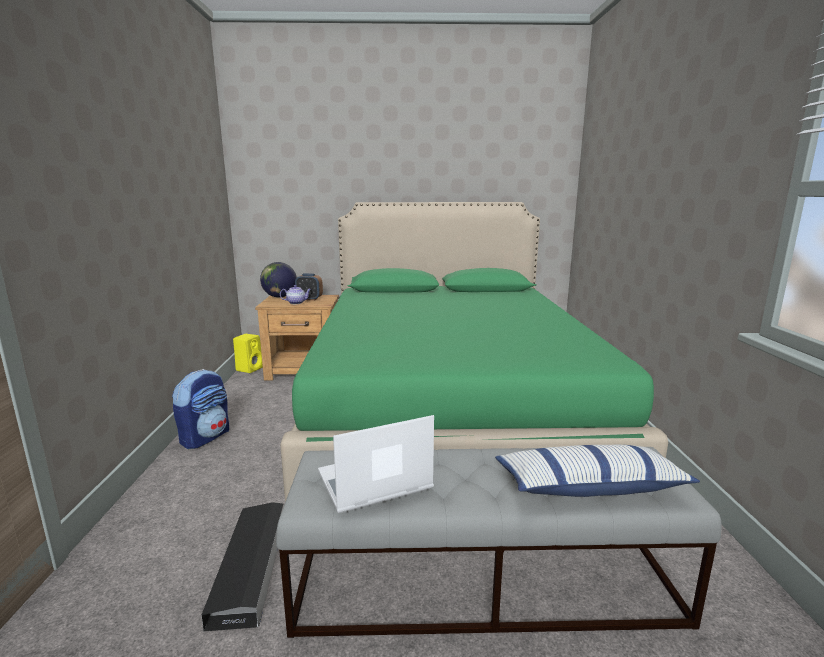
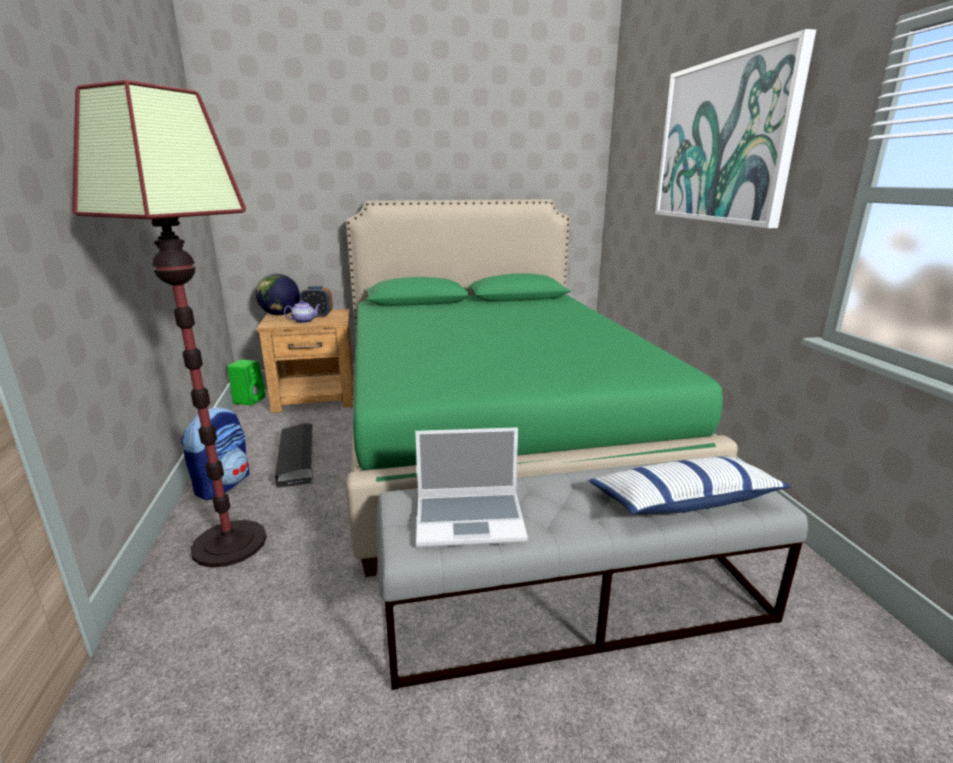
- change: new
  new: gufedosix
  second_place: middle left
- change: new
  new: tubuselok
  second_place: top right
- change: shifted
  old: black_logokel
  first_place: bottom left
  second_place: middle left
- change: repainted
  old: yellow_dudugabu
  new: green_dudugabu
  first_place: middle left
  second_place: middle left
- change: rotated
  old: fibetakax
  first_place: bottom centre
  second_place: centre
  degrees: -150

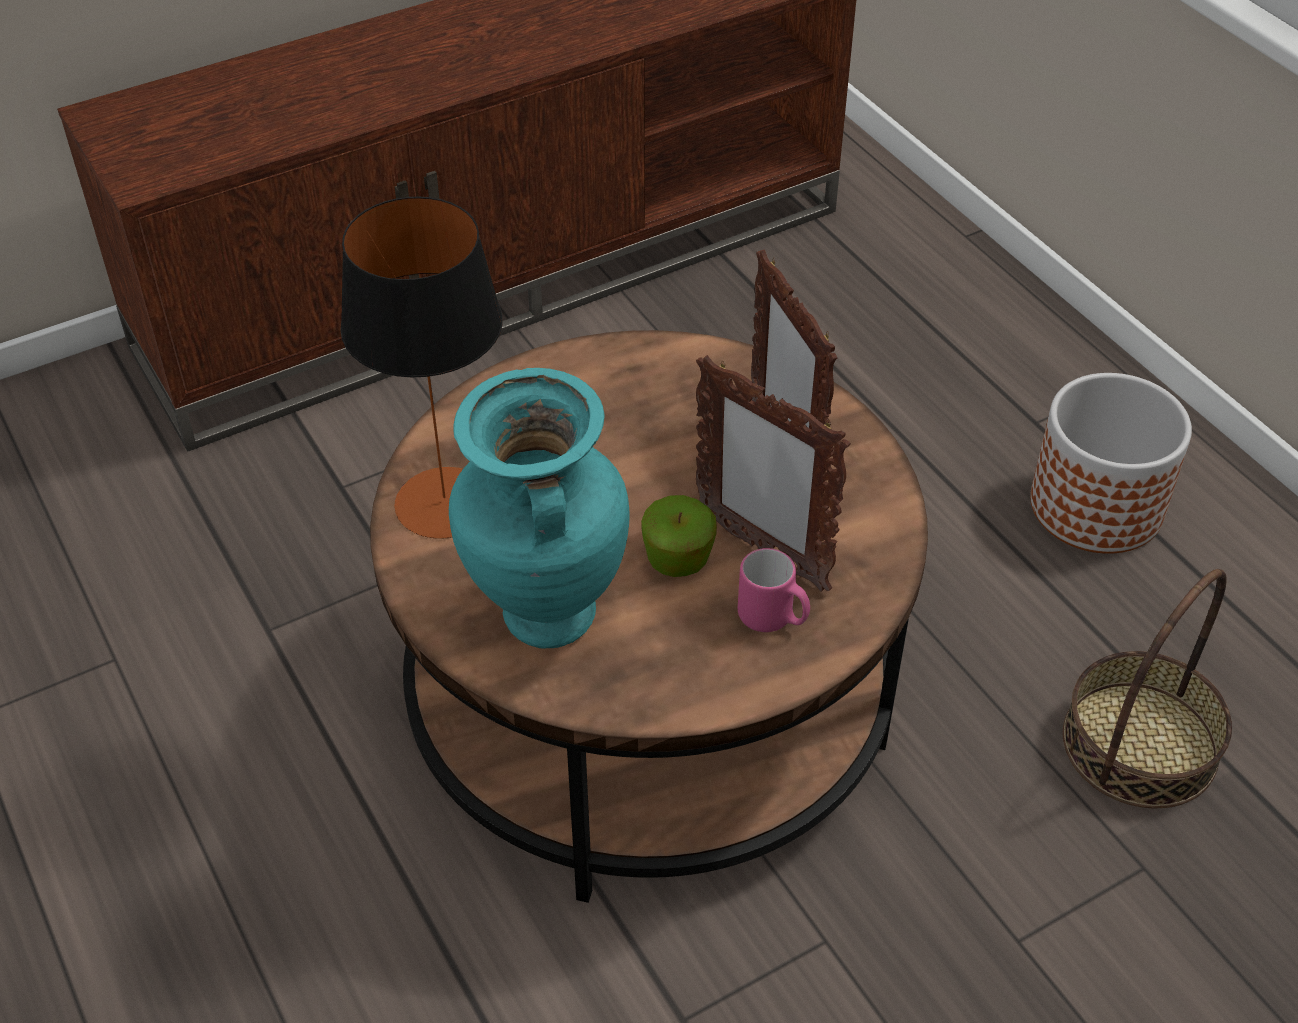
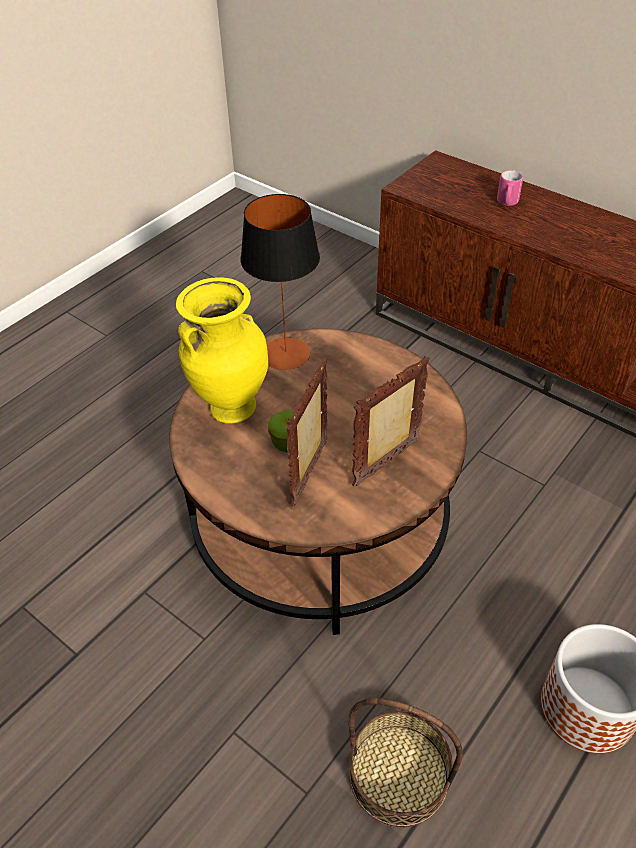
- change: shifted
  old: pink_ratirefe
  first_place: centre
  second_place: top right
- change: repainted
  old: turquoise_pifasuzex
  new: yellow_pifasuzex
  first_place: centre
  second_place: centre

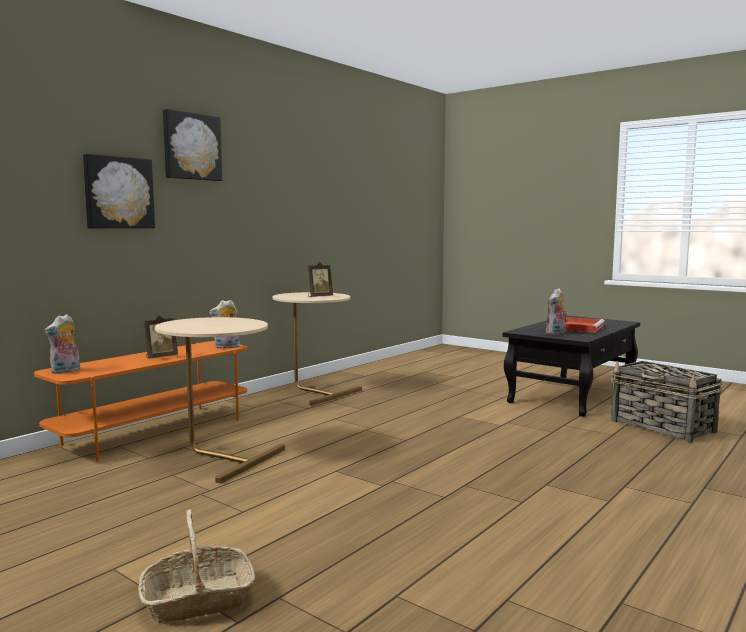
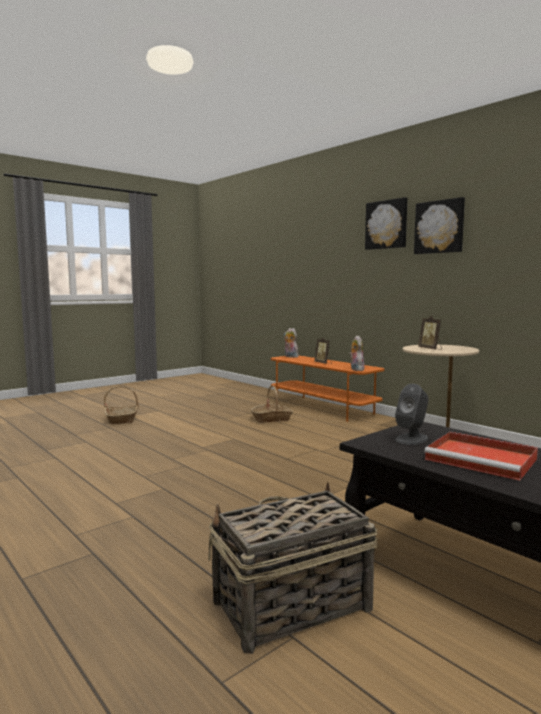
- change: shifted
  old: tubuselok (no. 1 from left in the first image)
  new: tubuselok (no. 2 from left)
  first_place: top left
  second_place: top right
- change: swapped
  old: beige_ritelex (no. 1 from left)
  new: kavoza (no. 2 from left)
  first_place: middle left
  second_place: centre
- change: swapped
  old: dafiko (no. 3 from left)
  new: grey_dudugabu
  first_place: middle right
  second_place: middle right

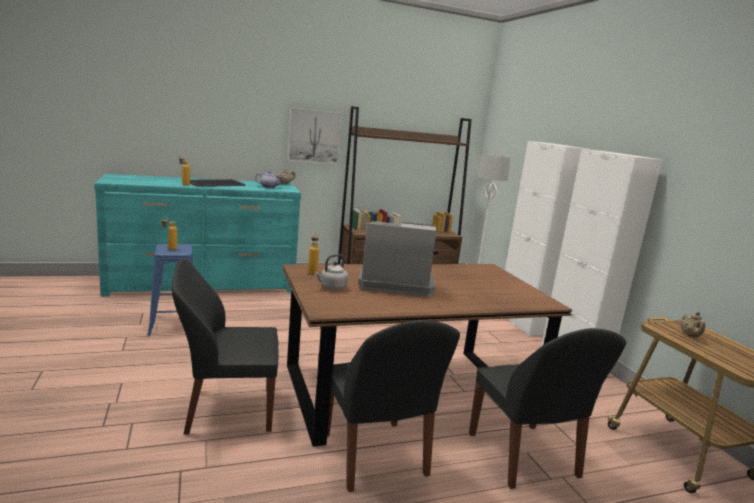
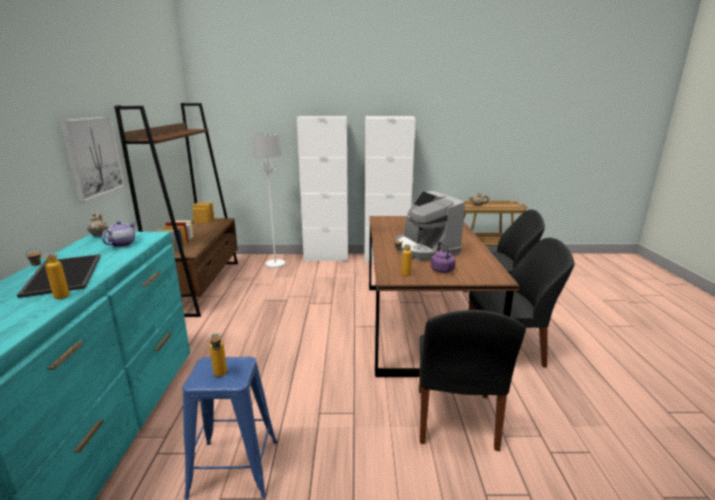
- change: repainted
  old: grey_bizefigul
  new: purple_bizefigul
  first_place: centre
  second_place: centre
- change: rotated
  old: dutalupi
  first_place: centre
  second_place: centre
  degrees: -45

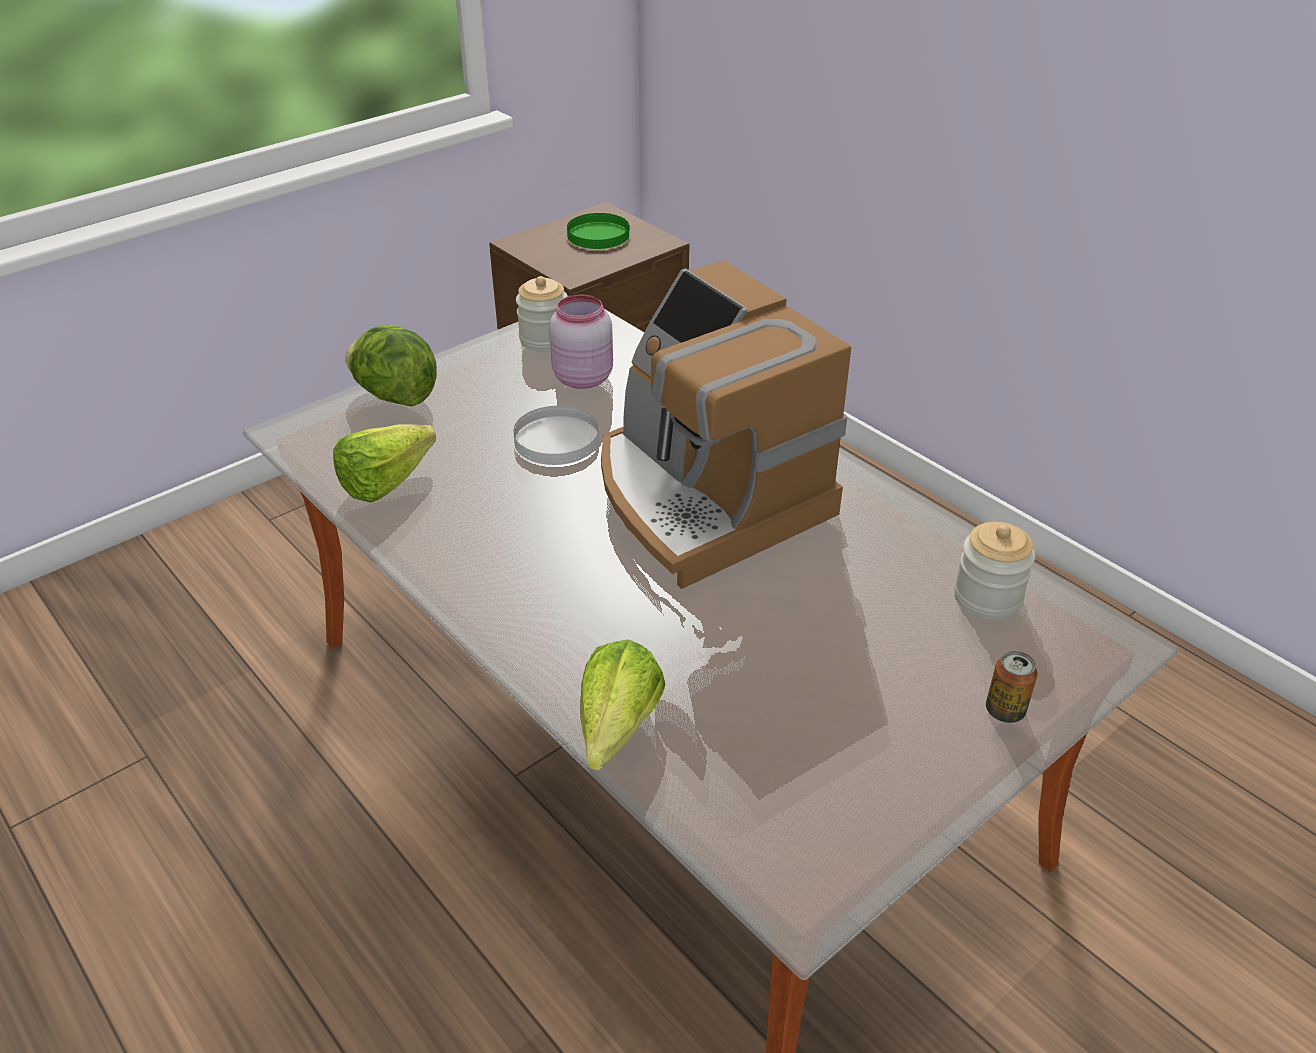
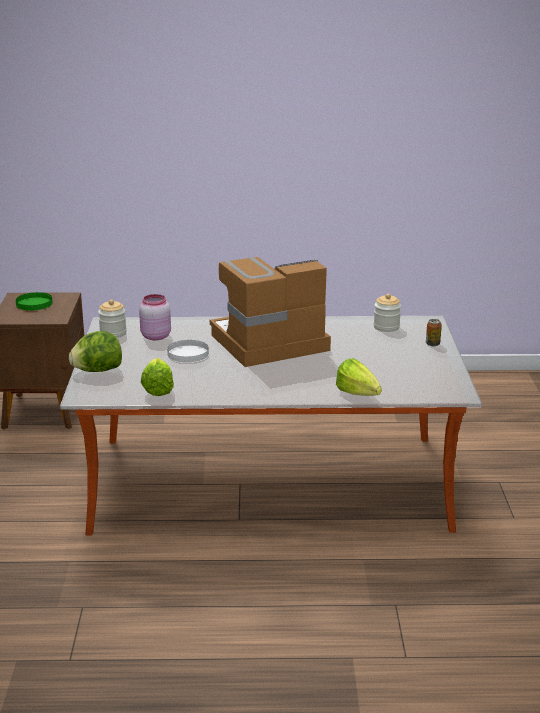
- change: rotated
  old: dutalupi
  first_place: centre
  second_place: centre
  degrees: 150

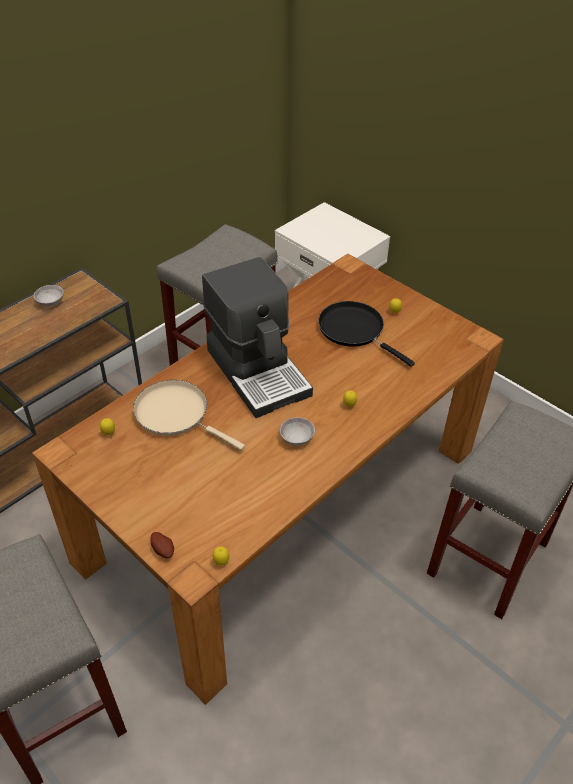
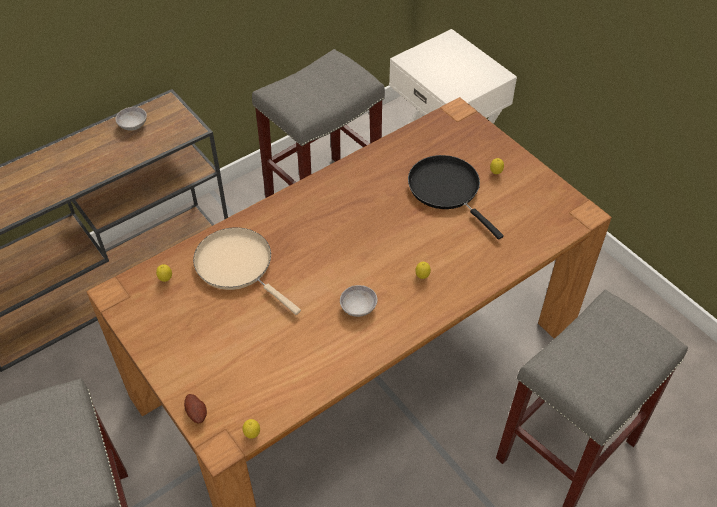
- change: gone
  old: dutalupi
  first_place: centre

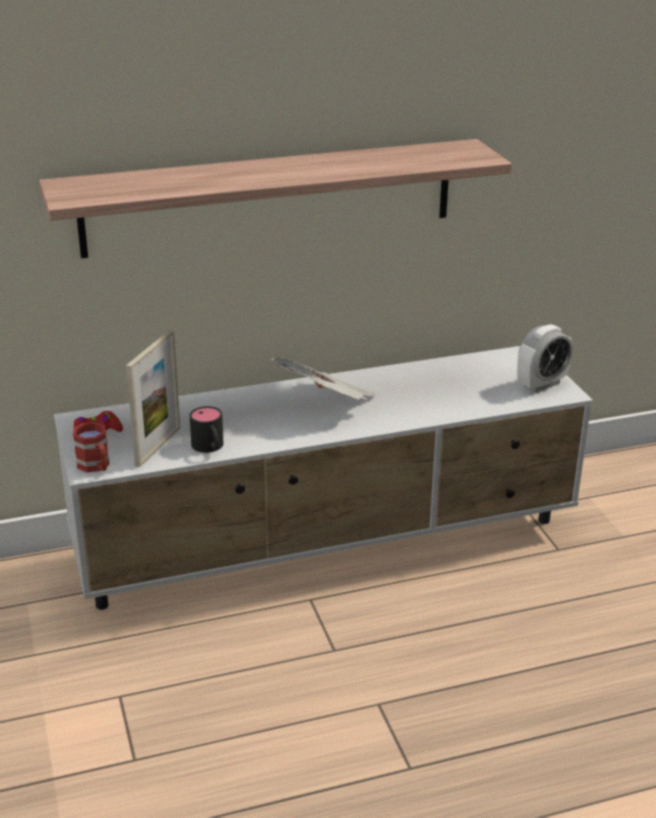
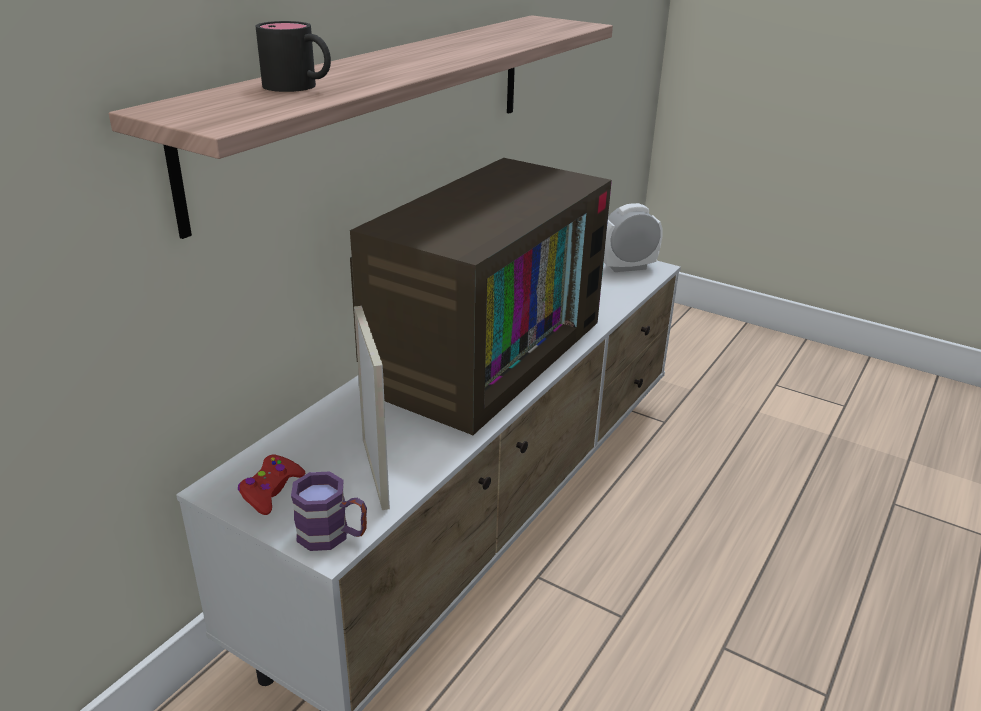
- change: shifted
  old: black_ratirefe
  first_place: middle left
  second_place: top left
- change: swapped
  old: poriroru
  new: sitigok
  first_place: centre
  second_place: centre
- change: repainted
  old: red_ratirefe
  new: purple_ratirefe
  first_place: middle left
  second_place: bottom centre
- change: rotated
  old: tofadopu
  first_place: middle right
  second_place: centre
  degrees: -120

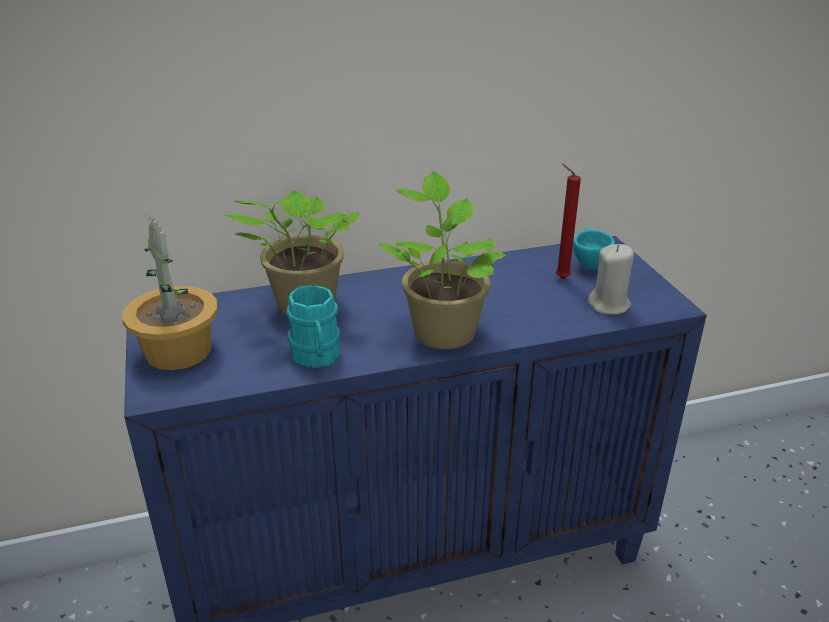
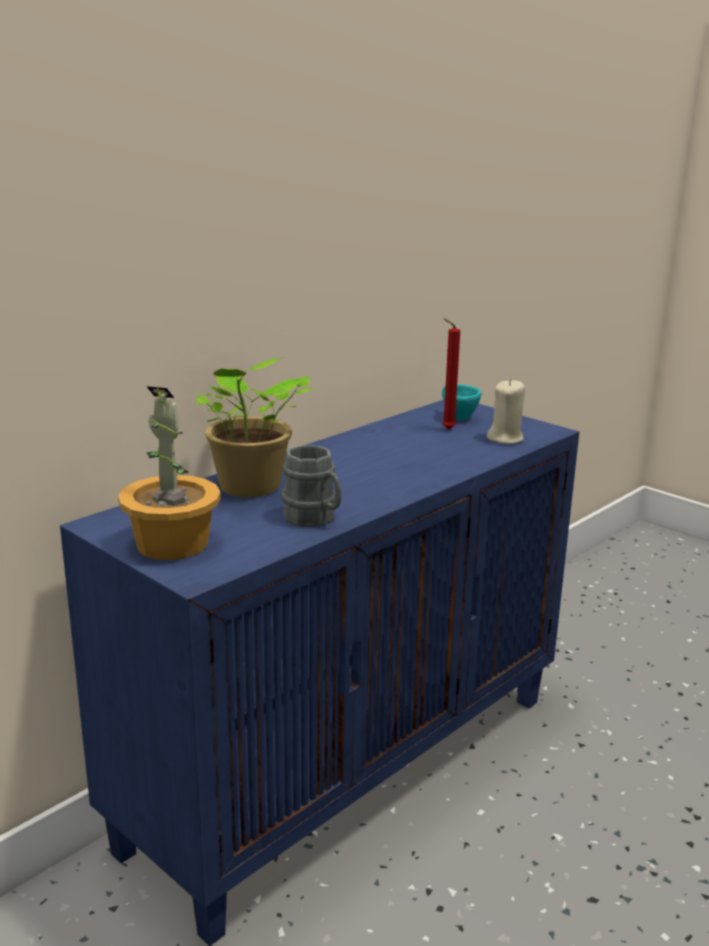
- change: gone
  old: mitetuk (no. 3 from left)
  first_place: centre
- change: repainted
  old: turquoise_ratirefe
  new: grey_ratirefe
  first_place: centre
  second_place: centre

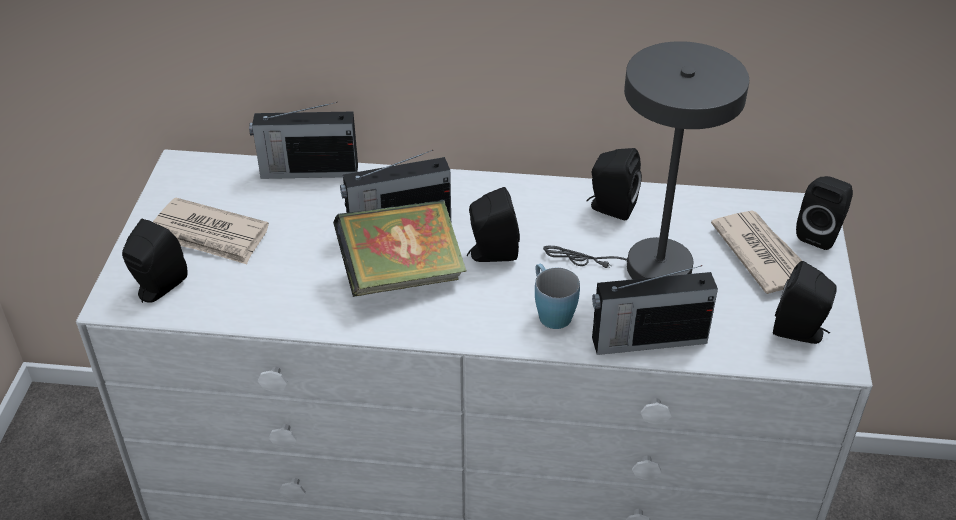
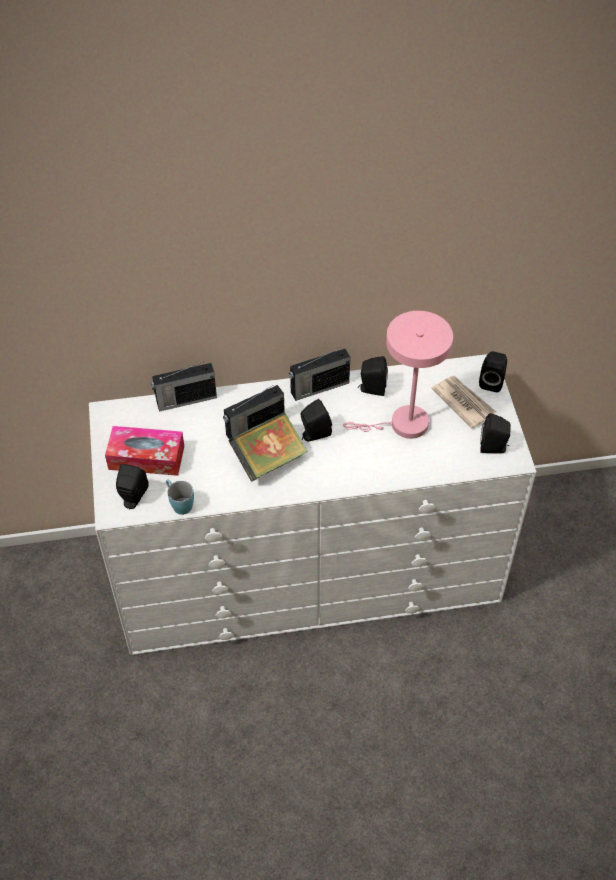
- change: shifted
  old: blue_ratirefe
  first_place: centre
  second_place: middle left
- change: shifted
  old: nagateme (no. 3 from left)
  first_place: middle right
  second_place: centre
- change: swapped
  old: poriroru (no. 1 from left)
  new: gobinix
  first_place: middle left
  second_place: middle left
- change: repainted
  old: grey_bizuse
  new: pink_bizuse
  first_place: top right
  second_place: centre

